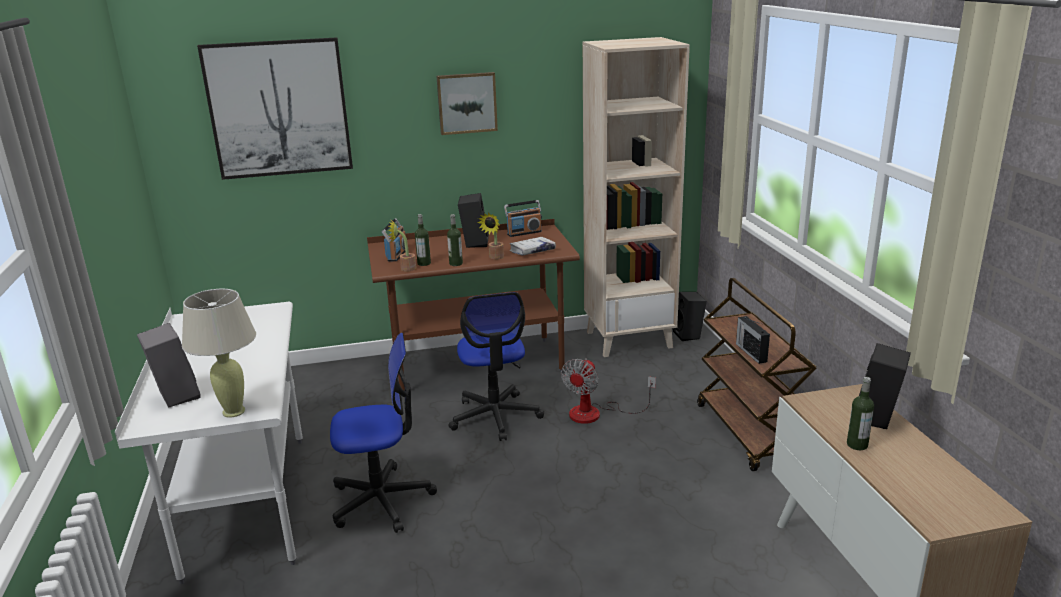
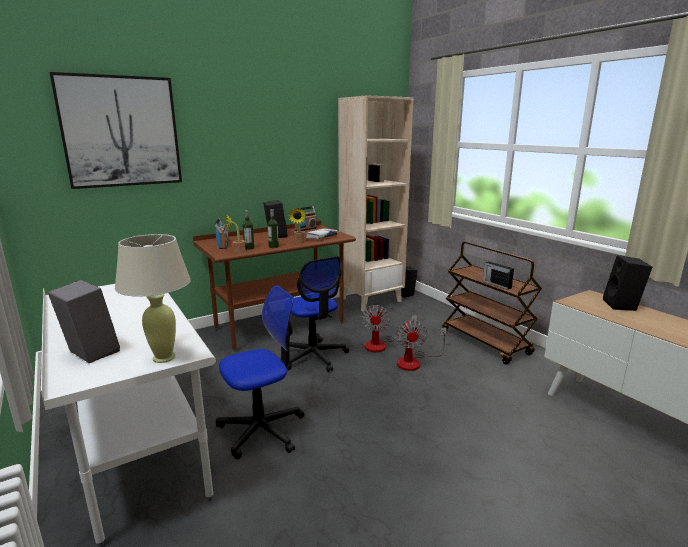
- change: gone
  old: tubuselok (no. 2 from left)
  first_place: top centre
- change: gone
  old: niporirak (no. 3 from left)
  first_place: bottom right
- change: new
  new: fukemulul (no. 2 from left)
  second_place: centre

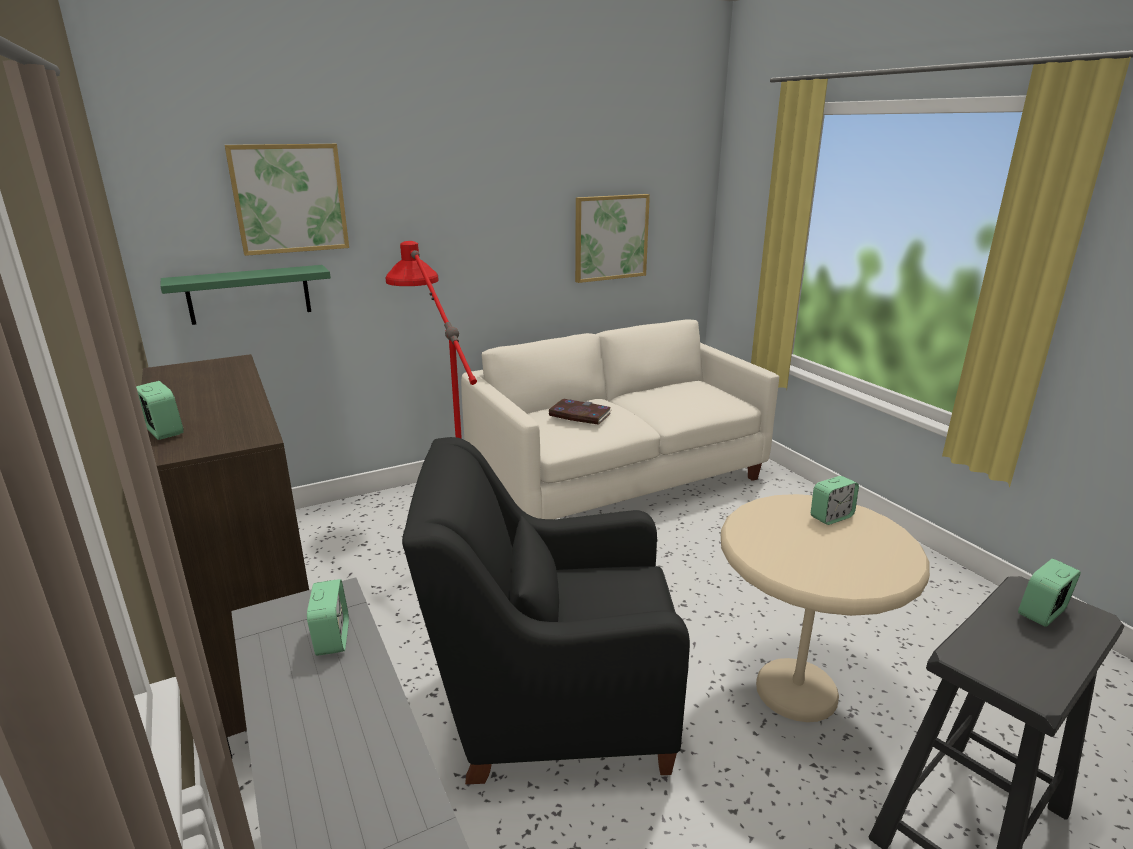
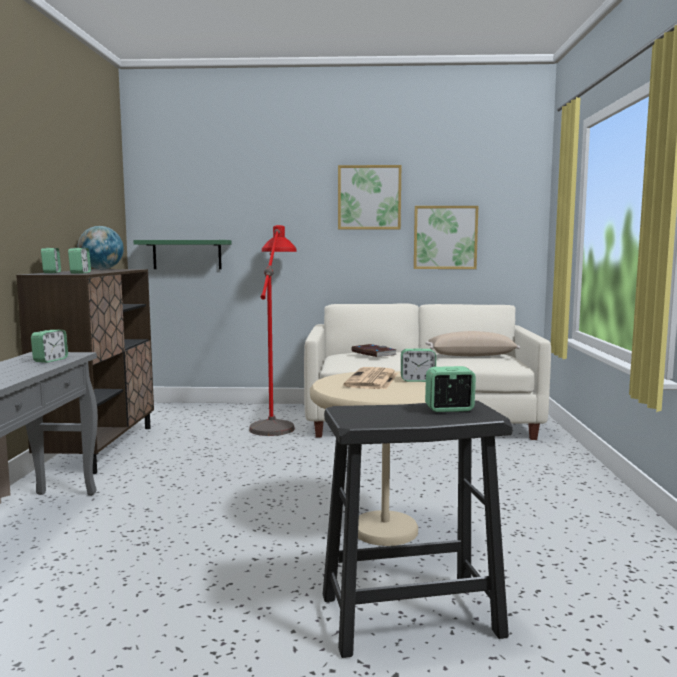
- change: gone
  old: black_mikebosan
  first_place: bottom centre
- change: new
  new: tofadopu (no. 3 from left)
  second_place: middle left
- change: new
  new: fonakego
  second_place: middle left
- change: new
  new: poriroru
  second_place: centre
- change: new
  new: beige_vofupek
  second_place: middle right
- change: shifted
  old: tubuselok (no. 1 from left)
  first_place: top left
  second_place: top centre

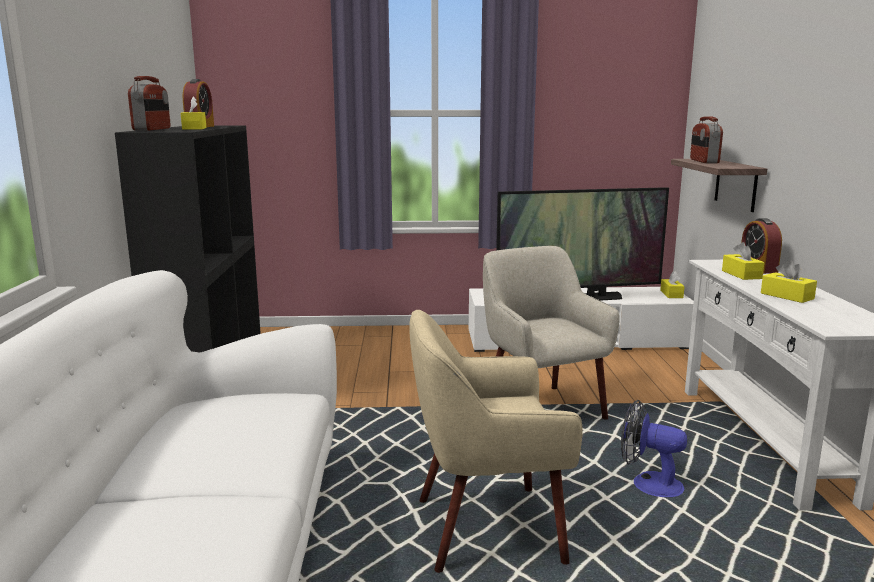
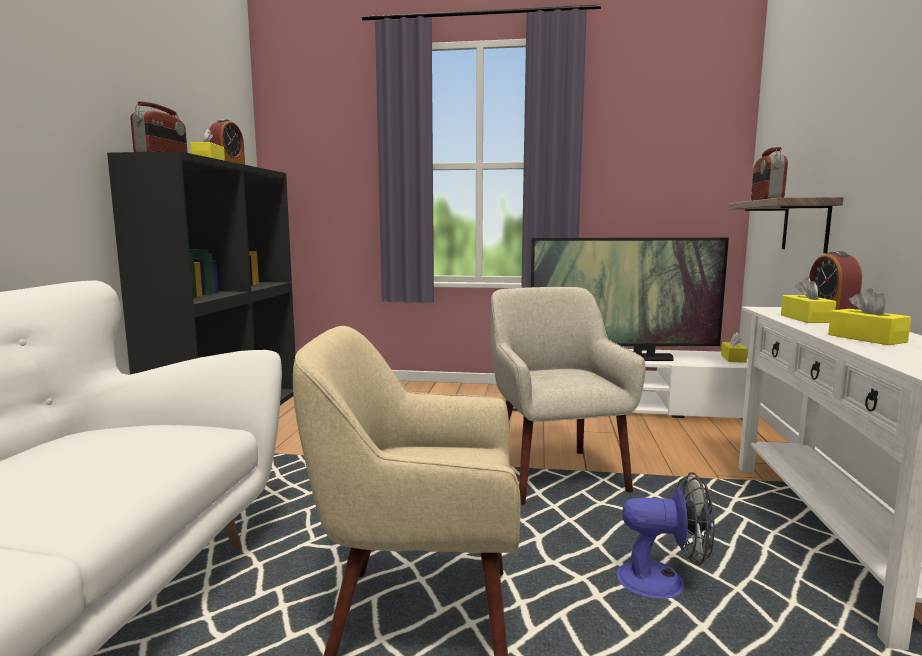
- change: rotated
  old: fukemulul
  first_place: bottom right
  second_place: bottom right
  degrees: 150

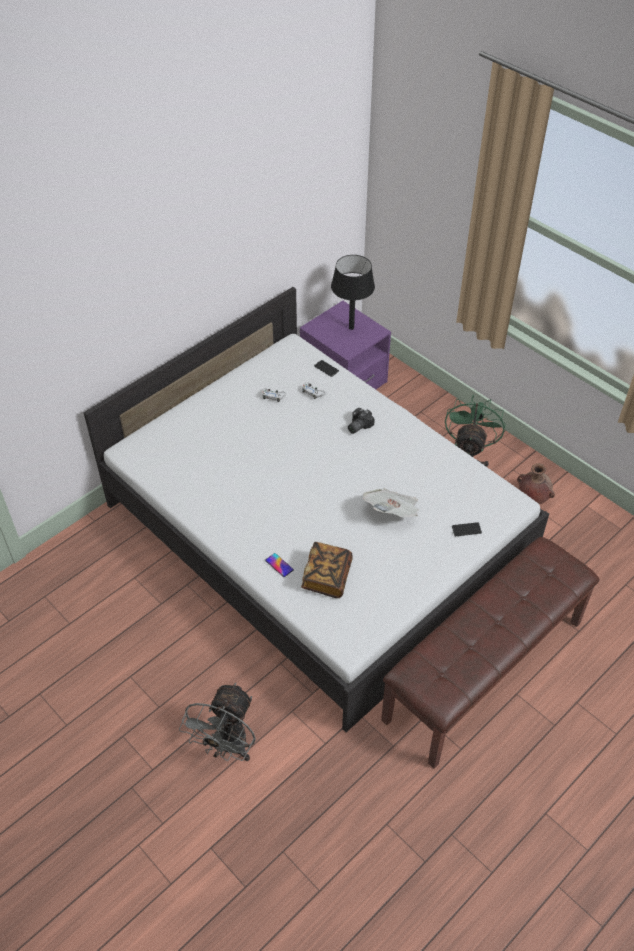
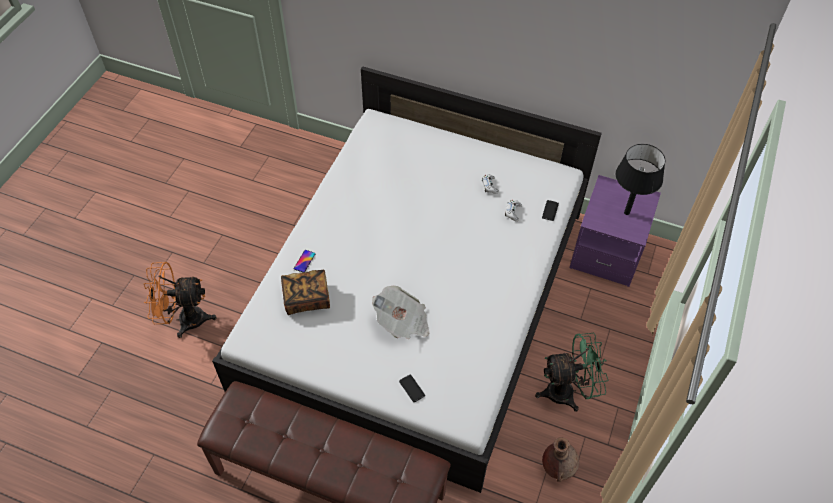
- change: gone
  old: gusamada
  first_place: centre
- change: repainted
  old: grey_fukemulul
  new: orange_fukemulul
  first_place: bottom centre
  second_place: middle left

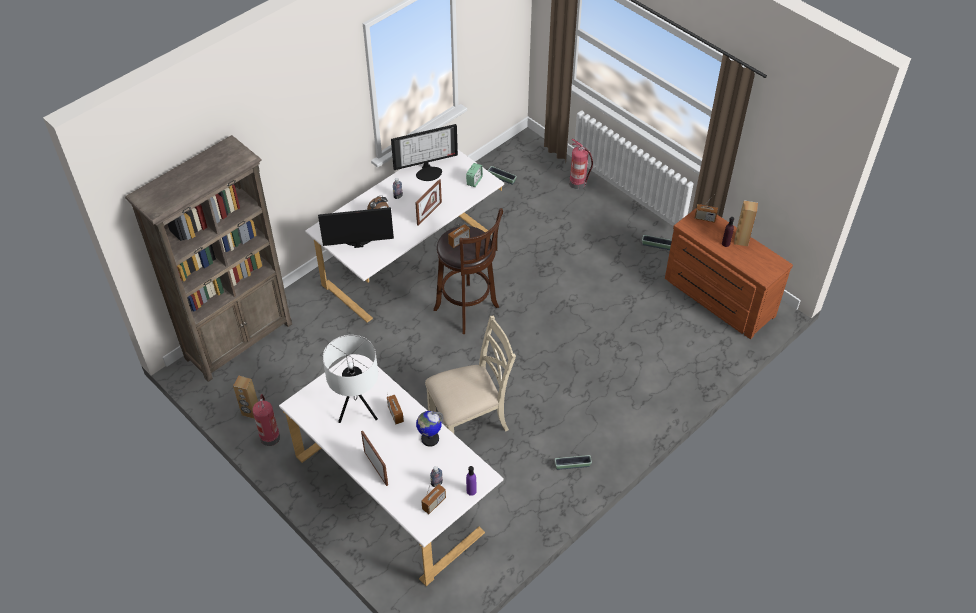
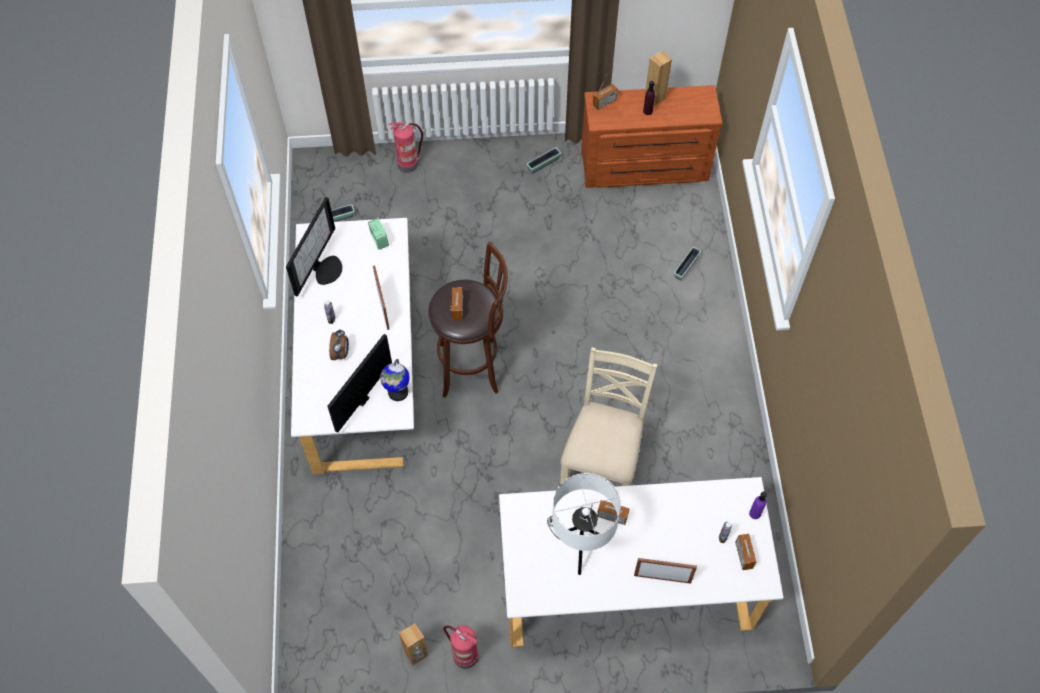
- change: gone
  old: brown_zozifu
  first_place: middle left
- change: shifted
  old: fonakego
  first_place: bottom centre
  second_place: centre
- change: shifted
  old: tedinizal (no. 2 from left in the first image)
  new: tedinizal (no. 3 from left)
  first_place: bottom centre
  second_place: centre

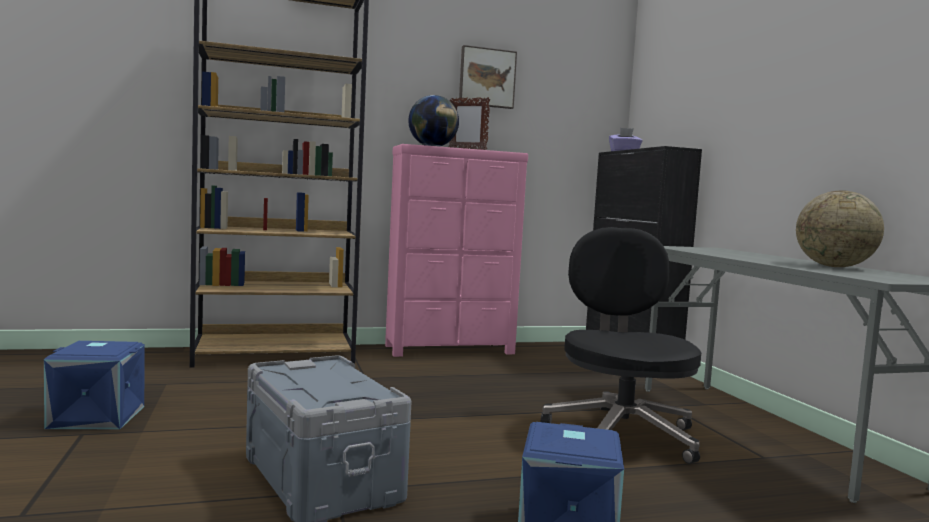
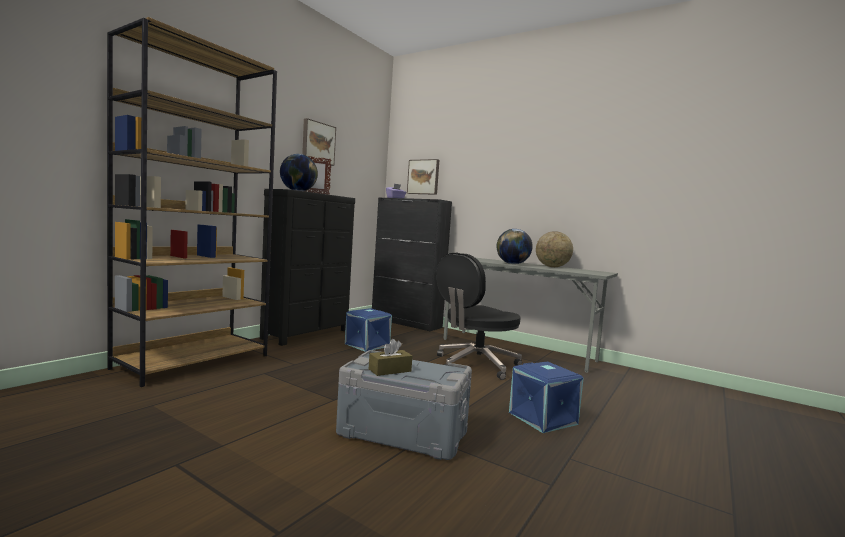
- change: new
  new: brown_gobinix
  second_place: centre
- change: new
  new: tubuselok (no. 2 from left)
  second_place: top centre
- change: new
  new: fonakego (no. 2 from left)
  second_place: centre
- change: shifted
  old: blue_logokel (no. 1 from left)
  first_place: bottom left
  second_place: centre
- change: repainted
  old: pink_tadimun
  new: black_tadimun
  first_place: centre
  second_place: centre
- change: rotated
  old: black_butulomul
  first_place: middle right
  second_place: centre
  degrees: -90

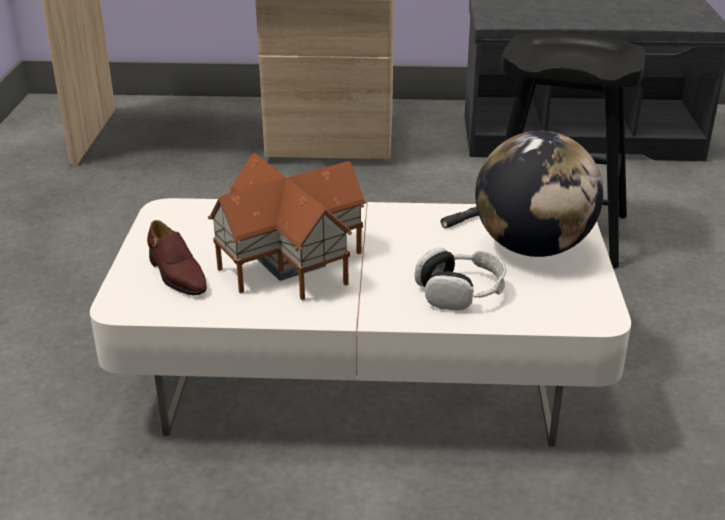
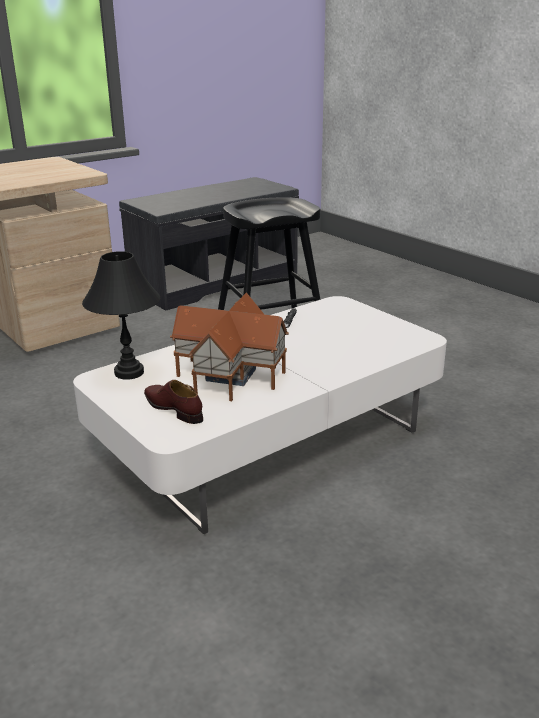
- change: gone
  old: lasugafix
  first_place: centre
- change: gone
  old: fonakego
  first_place: middle right
- change: new
  new: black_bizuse
  second_place: middle left
- change: rotated
  old: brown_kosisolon
  first_place: middle left
  second_place: middle left
  degrees: -150

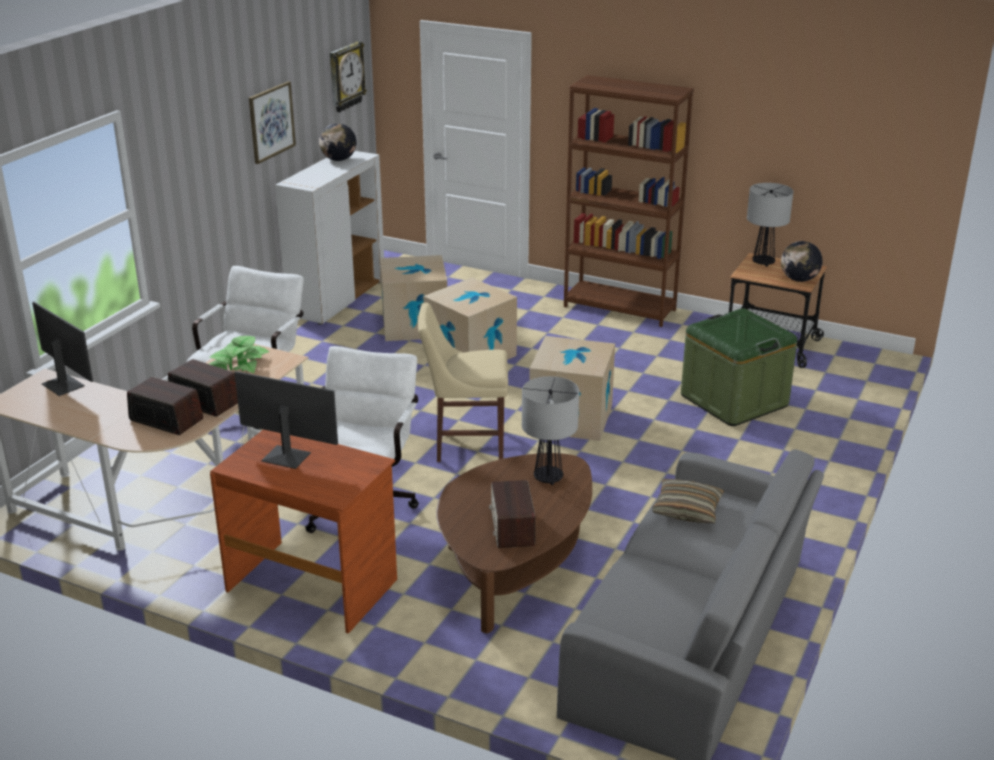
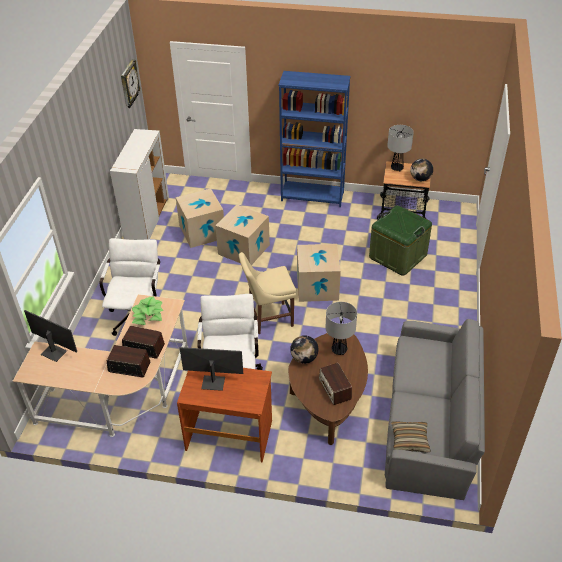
- change: gone
  old: tubuselok
  first_place: top left
- change: shifted
  old: fonakego (no. 1 from left)
  first_place: top centre
  second_place: centre
- change: shifted
  old: vofupek
  first_place: middle right
  second_place: bottom right
- change: repainted
  old: brown_zozifu
  new: blue_zozifu
  first_place: top centre
  second_place: top centre

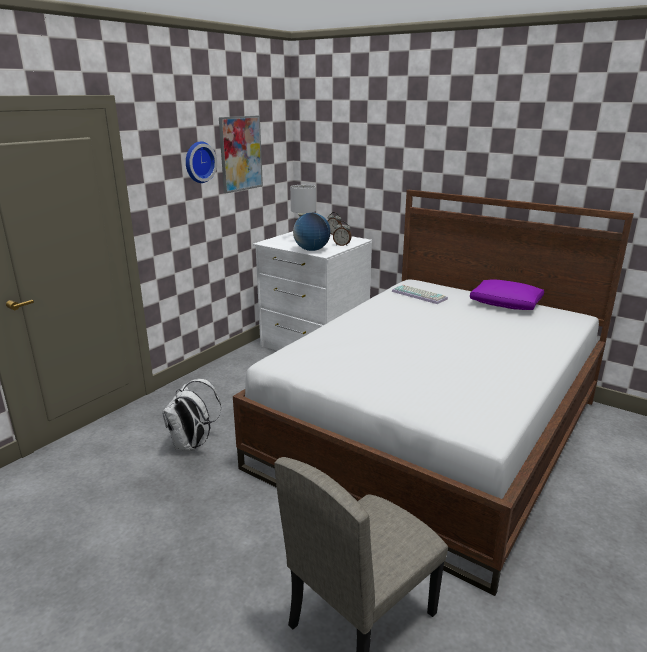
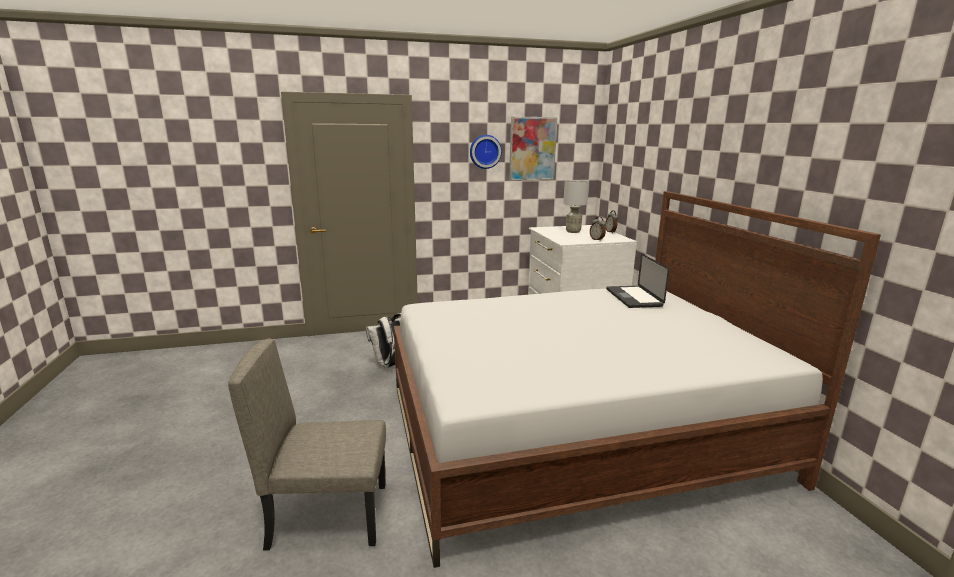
- change: gone
  old: fonakego
  first_place: centre
- change: gone
  old: purple_vofupek
  first_place: middle right
- change: swapped
  old: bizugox
  new: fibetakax
  first_place: centre
  second_place: middle right

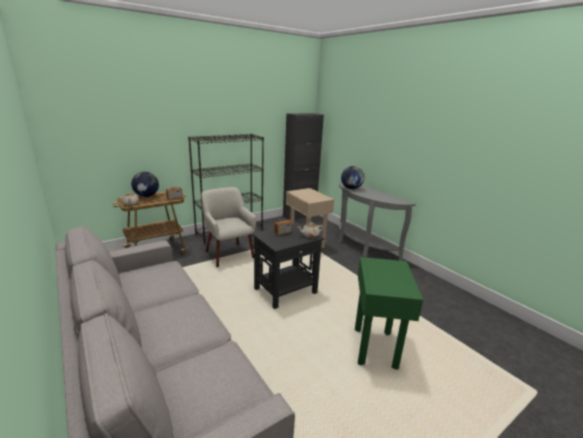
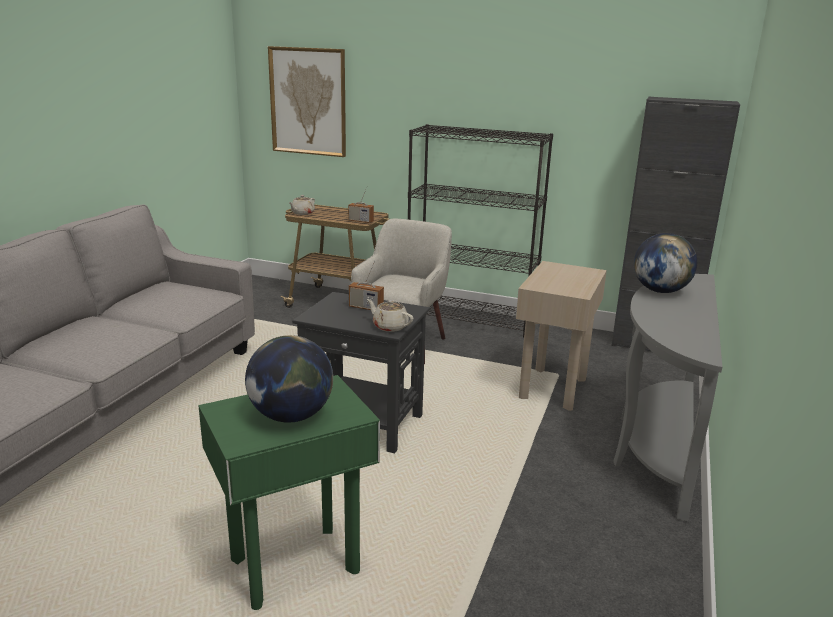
- change: new
  new: tubuselok
  second_place: top centre
- change: shifted
  old: fonakego (no. 1 from left)
  first_place: middle left
  second_place: centre

